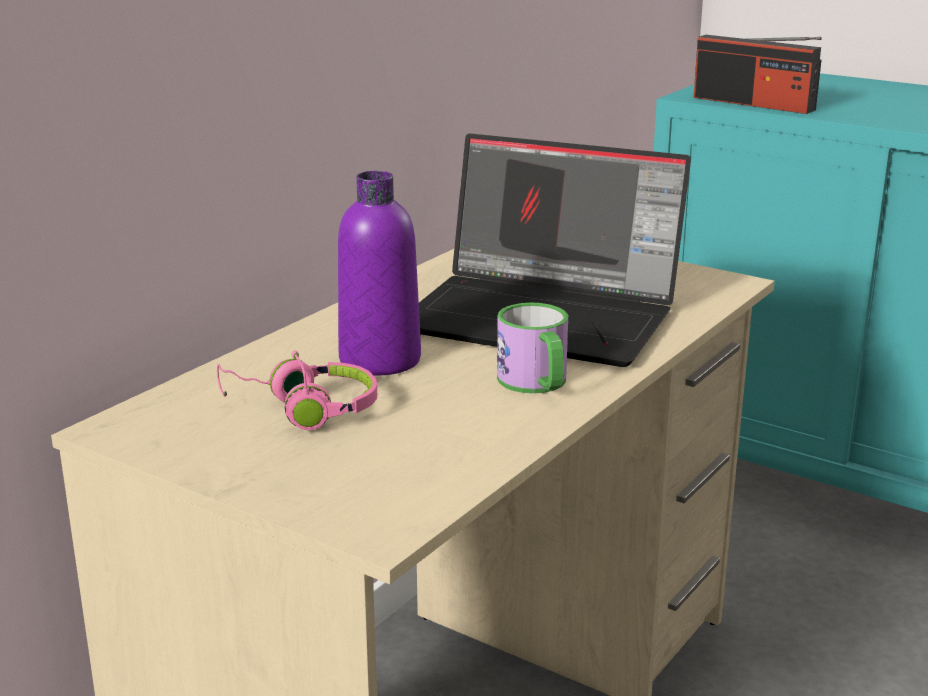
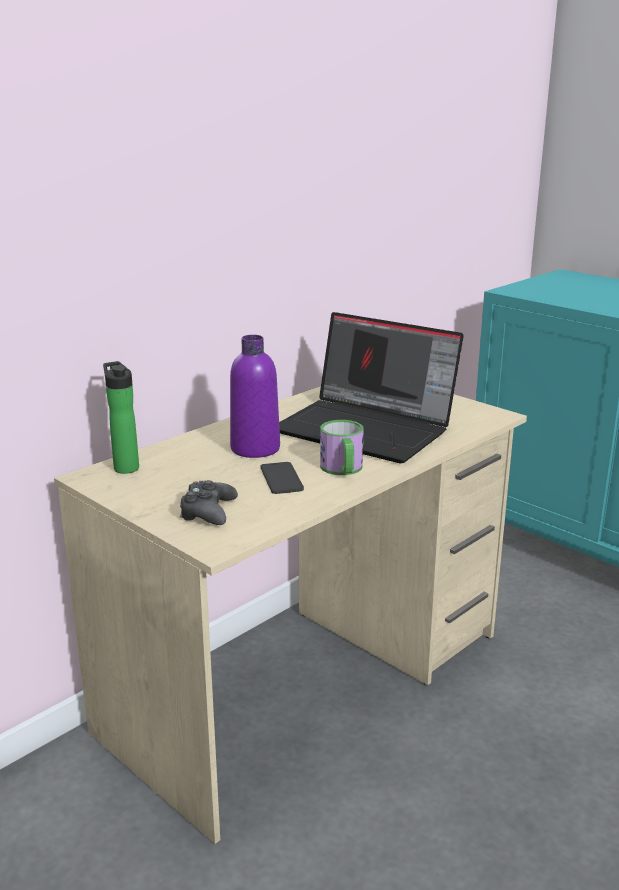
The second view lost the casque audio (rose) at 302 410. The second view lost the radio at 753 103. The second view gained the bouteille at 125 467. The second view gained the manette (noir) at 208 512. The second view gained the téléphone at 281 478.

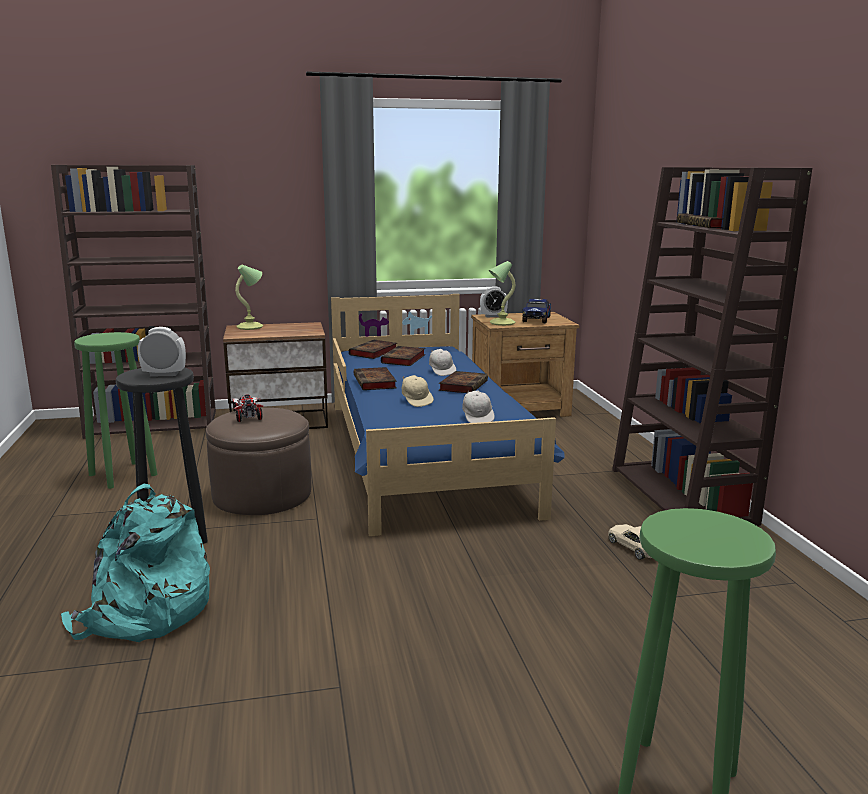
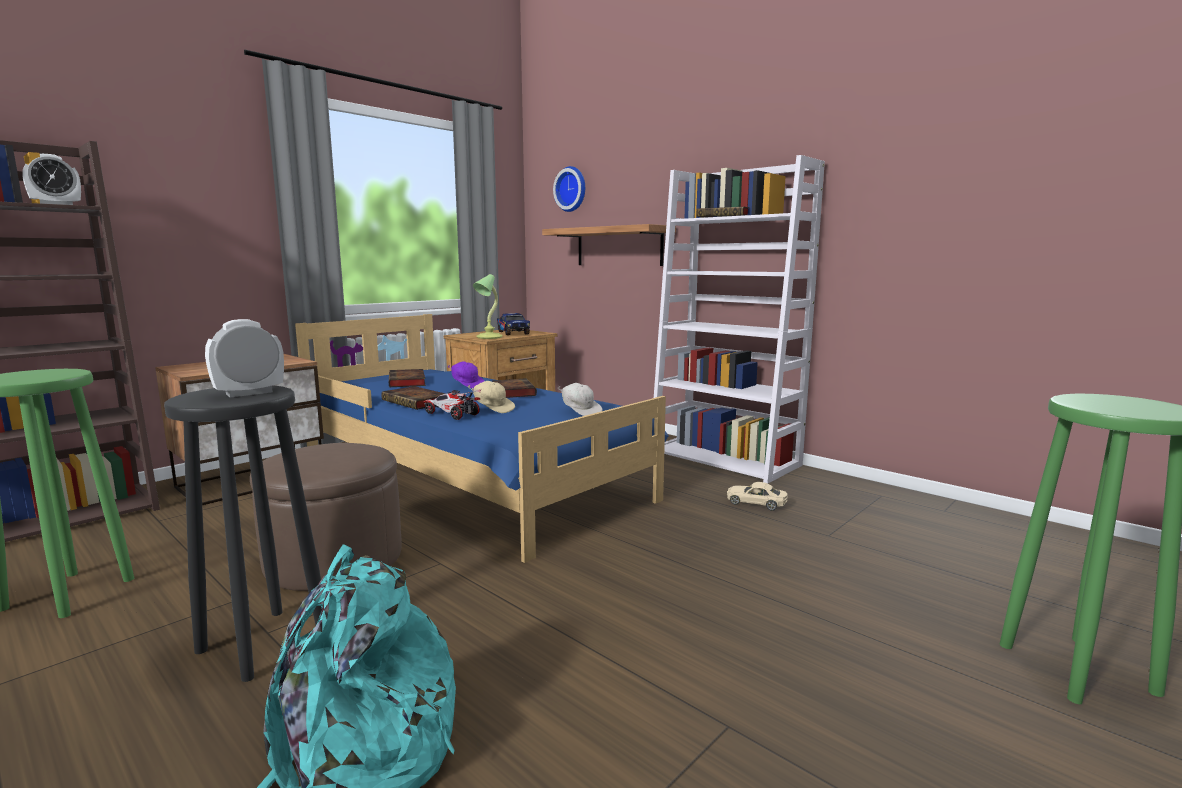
The second view lost the lampe de table at 251 327. The second view lost the livre at 373 352. The second view gained the étagère at 619 247. The second view gained the horloge murale at 572 189. The petite voiture ended up elsewhere, having gone from 247 415 to 451 414. The réveil ended up elsewhere, having gone from 493 316 to 56 205. What was the casquette (blanc) at 442 371 turned into the casquette (violet) at 467 385. What was the bibliothèque (marron) at 683 496 turned into the bibliothèque (blanc) at 725 459.

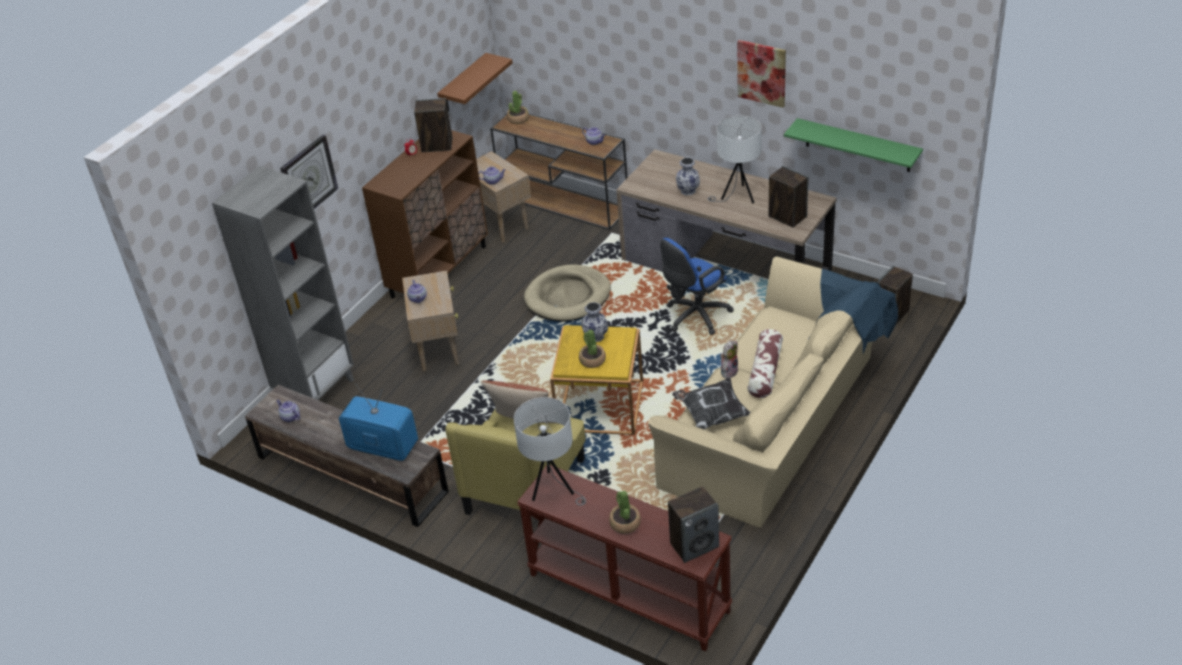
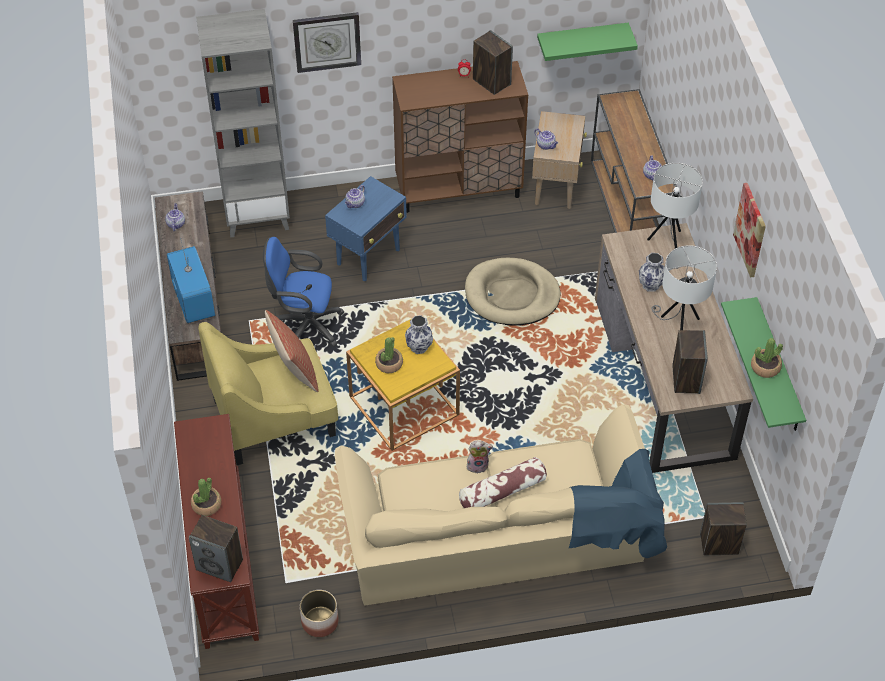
The second view lost the coussin at 712 414. The second view gained the cache-pot at 319 622. The plante en pot ended up elsewhere, having gone from 518 119 to 765 367. The lampe de table (blanc) ended up elsewhere, having gone from 553 490 to 668 244. The chaise de bureau (bleu) ended up elsewhere, having gone from 694 317 to 305 326. What was the table d'appoint (beige) at 438 350 turned into the table d'appoint (bleu) at 369 256. What was the étagère (marron) at 463 84 turned into the étagère (vert) at 582 39.

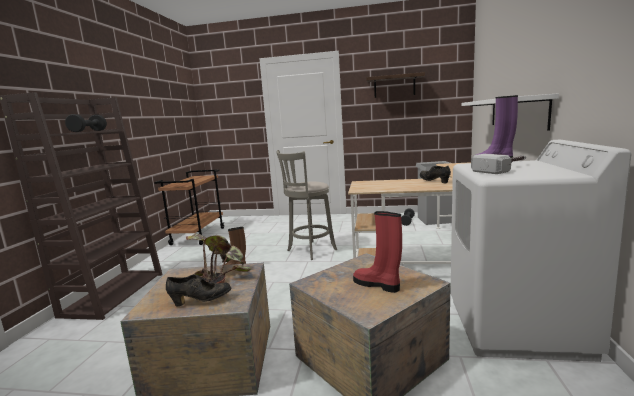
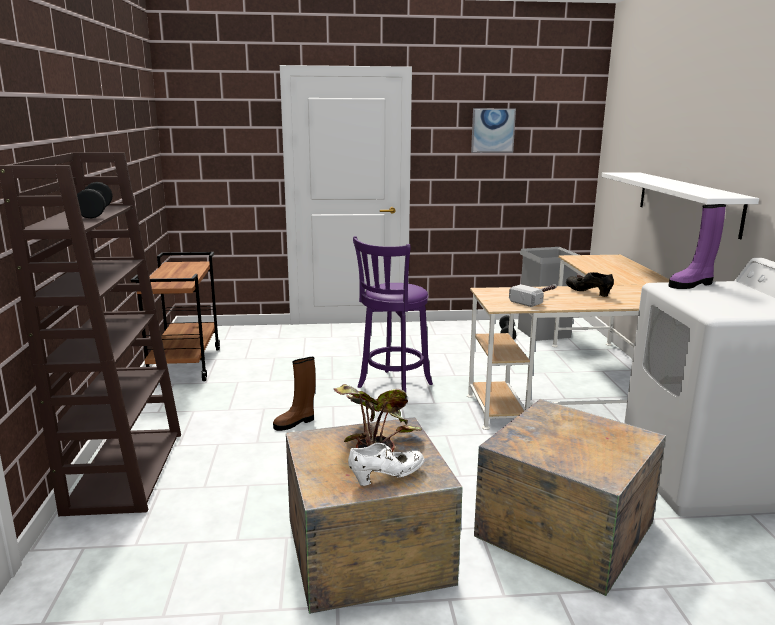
The second view lost the botte (rouge) at 377 285. The marteau ended up elsewhere, having gone from 504 169 to 537 298. Where the étagère hung at 394 86, the tableau came to hang at 492 130. What was the chaussure (noir) at 201 301 turned into the chaussure (blanc) at 387 477. What was the tabouret (gris) at 310 251 turned into the tabouret (violet) at 392 387.

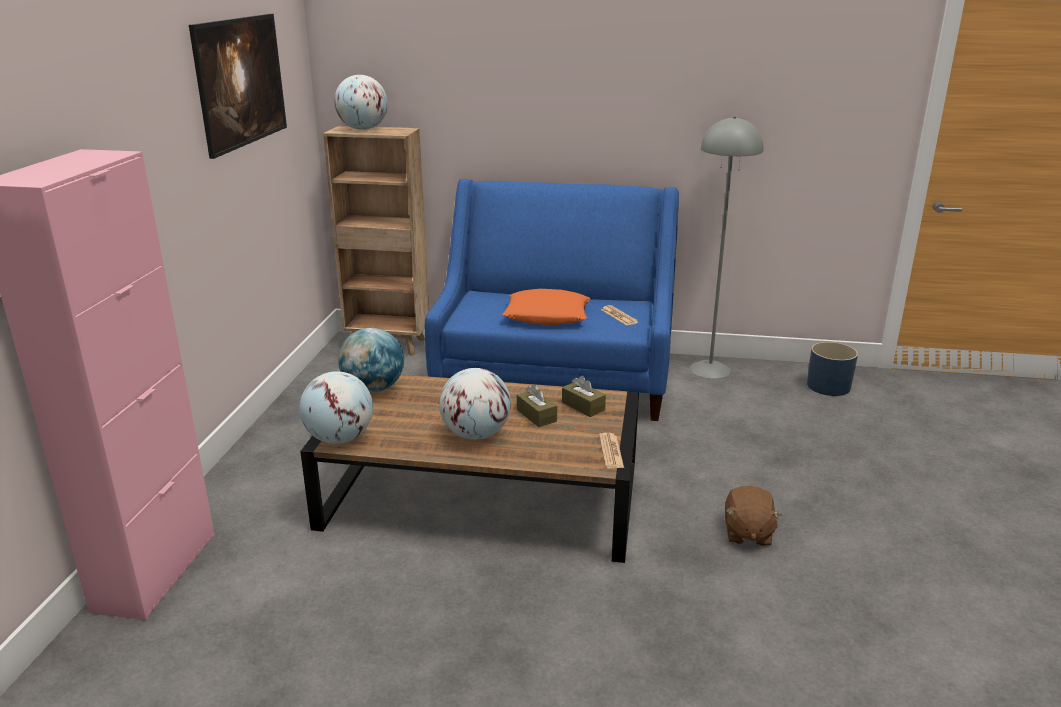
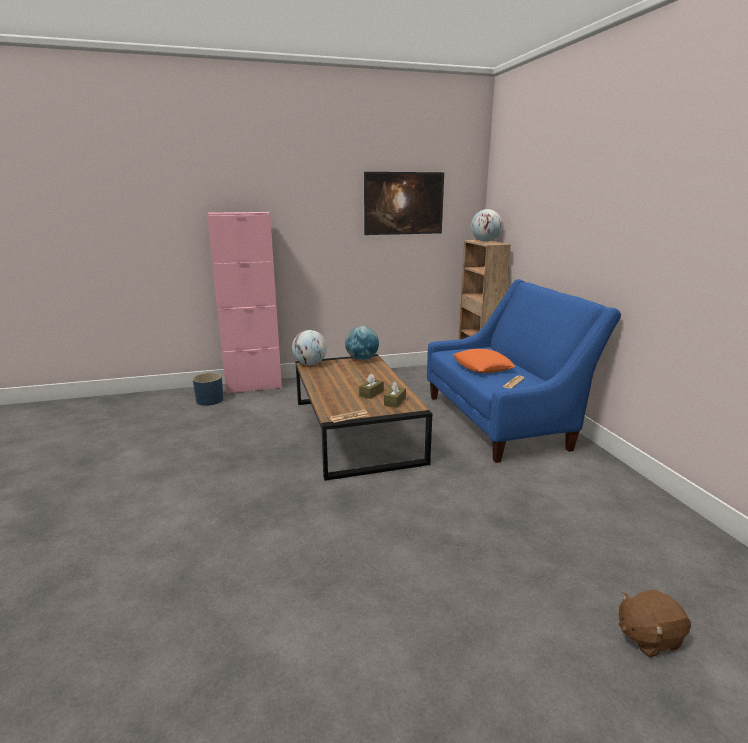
The second view lost the globe at 475 434. The second view lost the lampadaire (gris) at 710 369. The peluche (marron) ended up elsewhere, having gone from 747 533 to 647 637. The cache-pot (bleu) ended up elsewhere, having gone from 828 386 to 210 400.

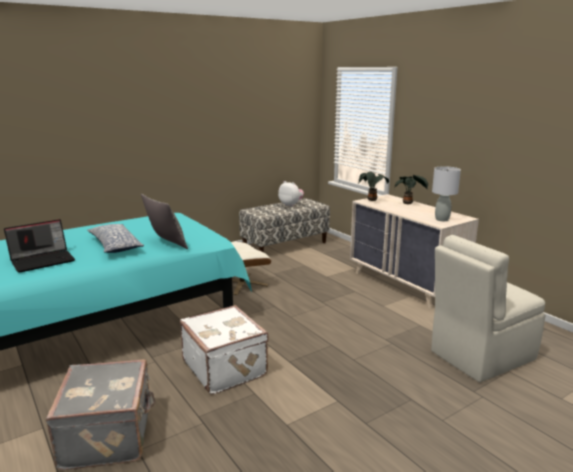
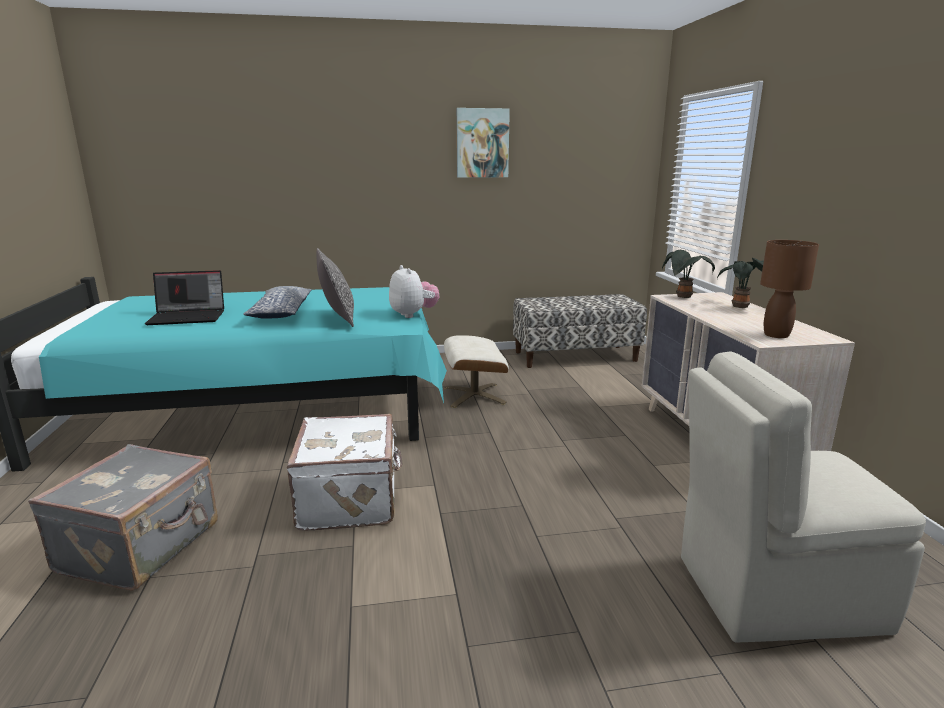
The second view gained the tableau at 482 143. The peluche ended up elsewhere, having gone from 291 205 to 413 315. What was the lampe de table (gris) at 442 219 turned into the lampe de table (marron) at 776 335.

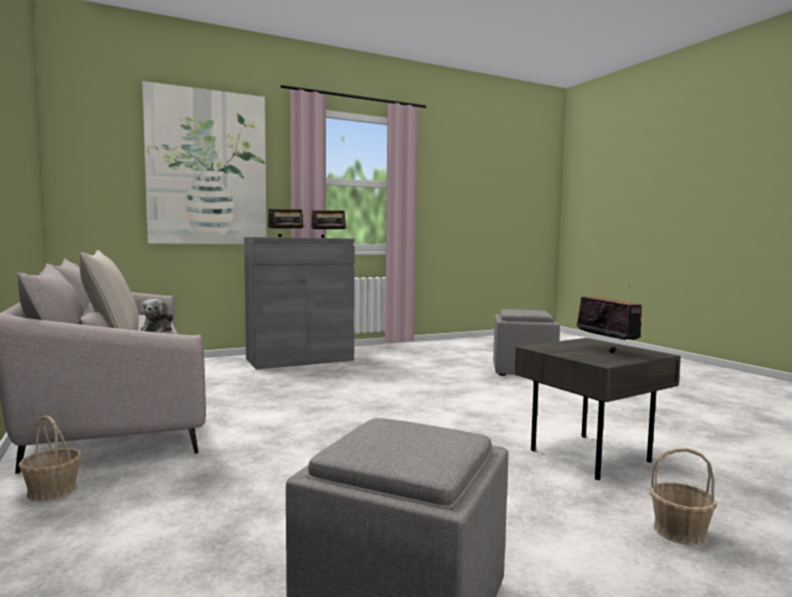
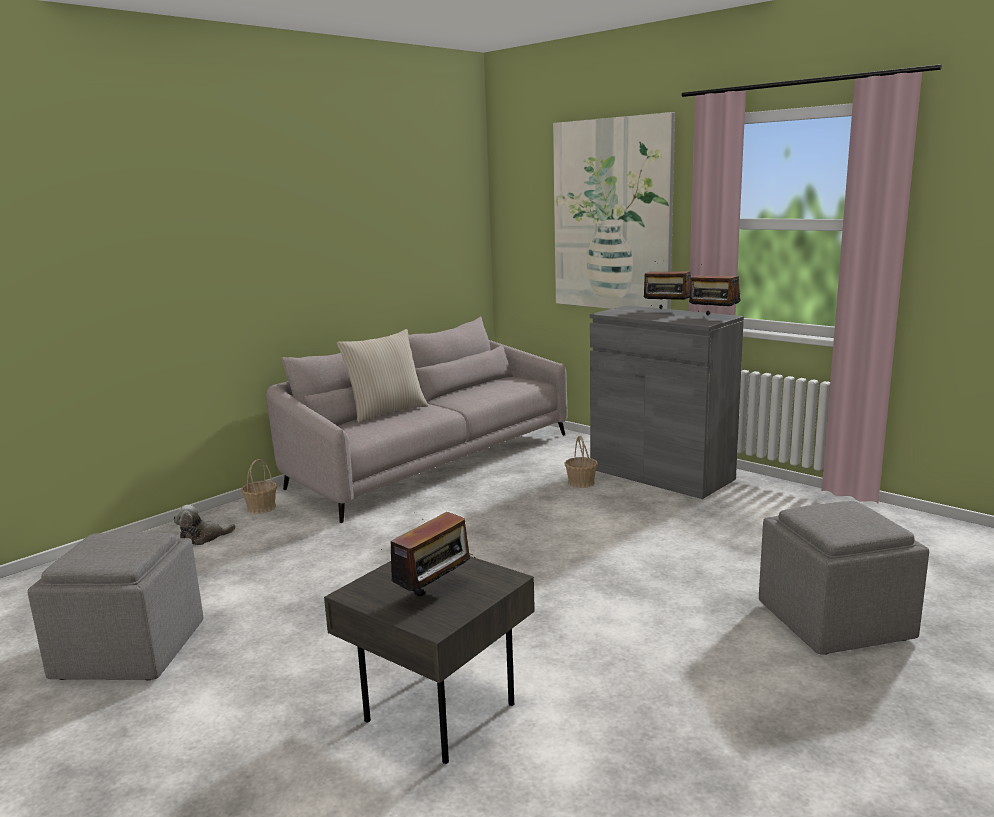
The peluche ended up elsewhere, having gone from 157 330 to 202 538. The panier ended up elsewhere, having gone from 680 532 to 581 483.

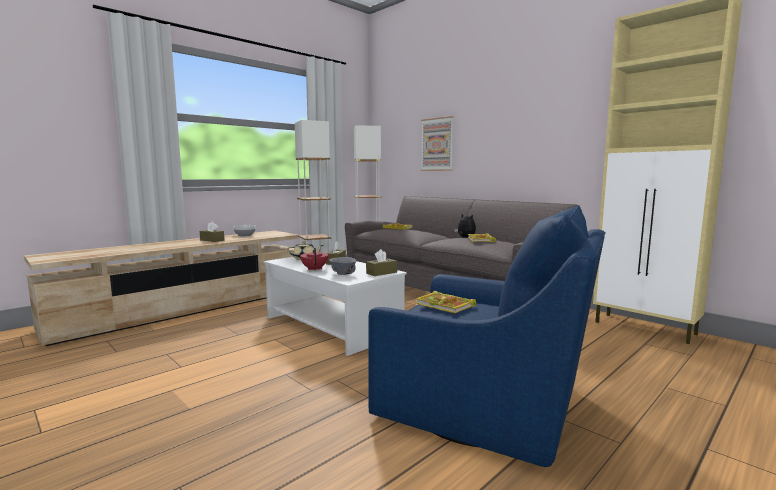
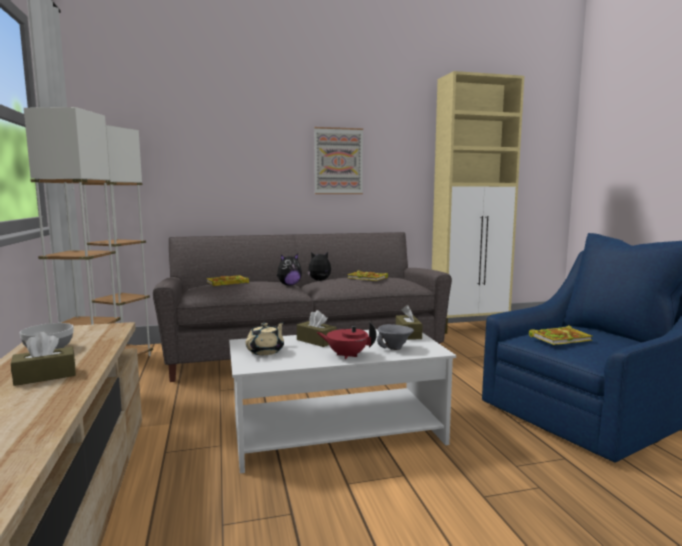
The second view gained the peluche at 289 285. The tableau ended up elsewhere, having gone from 437 144 to 338 161.

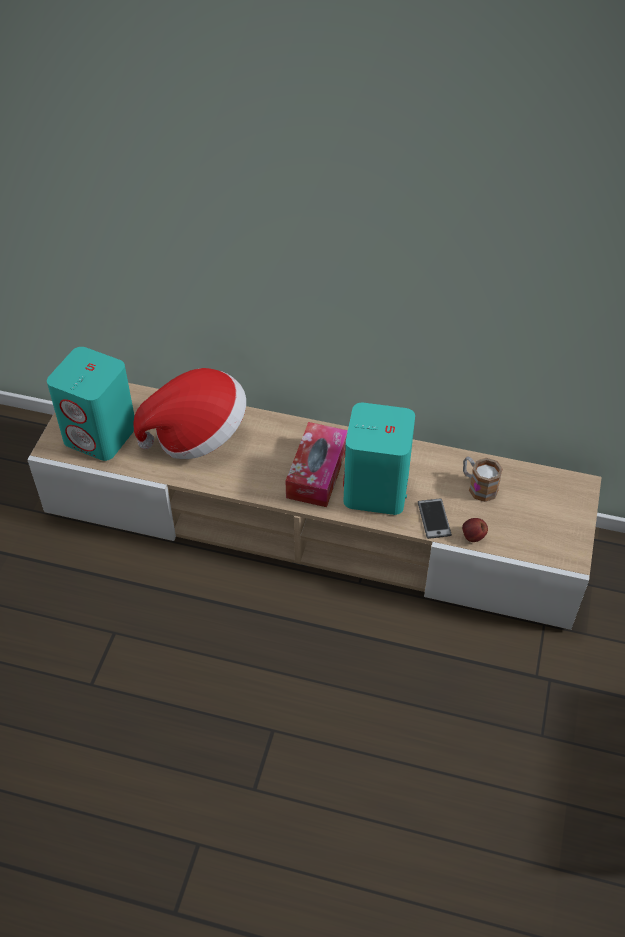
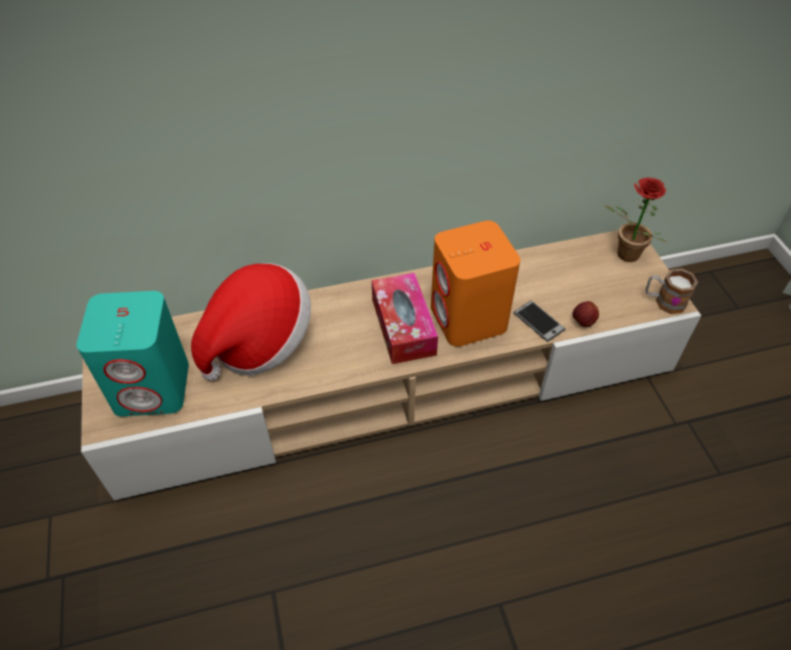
The second view gained the plante en pot at 623 255. The mug ended up elsewhere, having gone from 478 486 to 664 301. What was the enceinte (turquoise) at 376 490 turned into the enceinte (orange) at 468 318.

